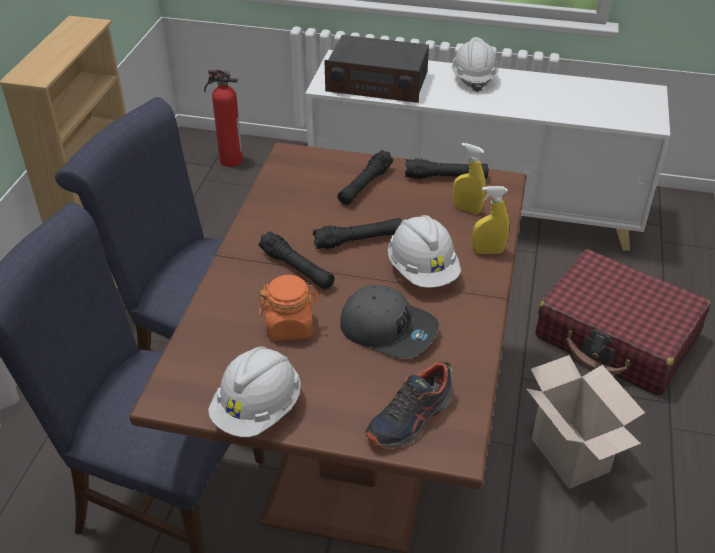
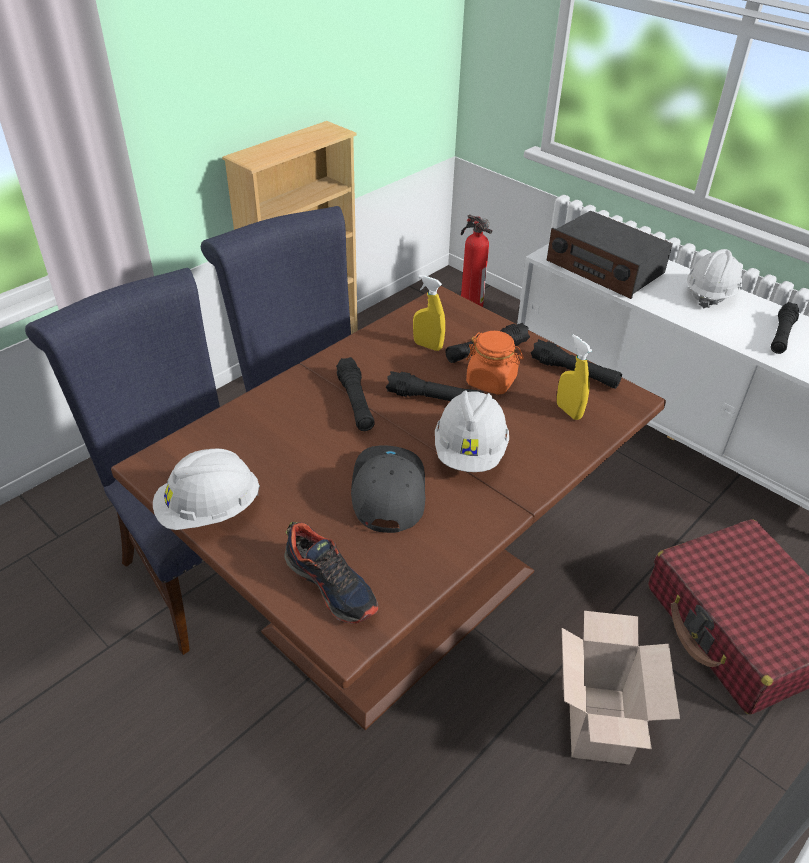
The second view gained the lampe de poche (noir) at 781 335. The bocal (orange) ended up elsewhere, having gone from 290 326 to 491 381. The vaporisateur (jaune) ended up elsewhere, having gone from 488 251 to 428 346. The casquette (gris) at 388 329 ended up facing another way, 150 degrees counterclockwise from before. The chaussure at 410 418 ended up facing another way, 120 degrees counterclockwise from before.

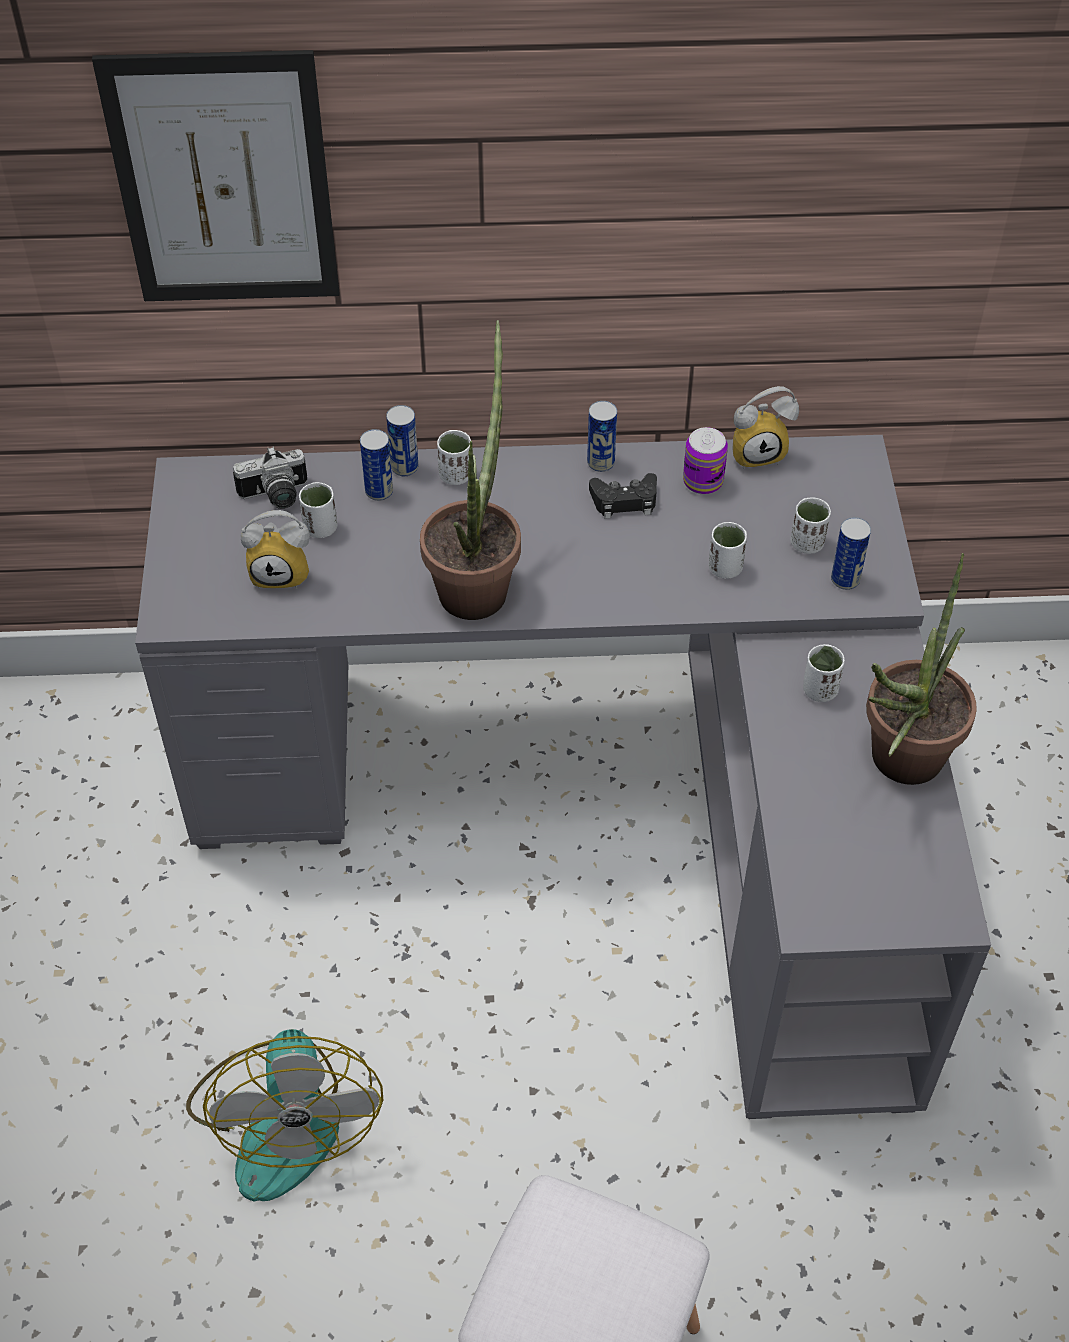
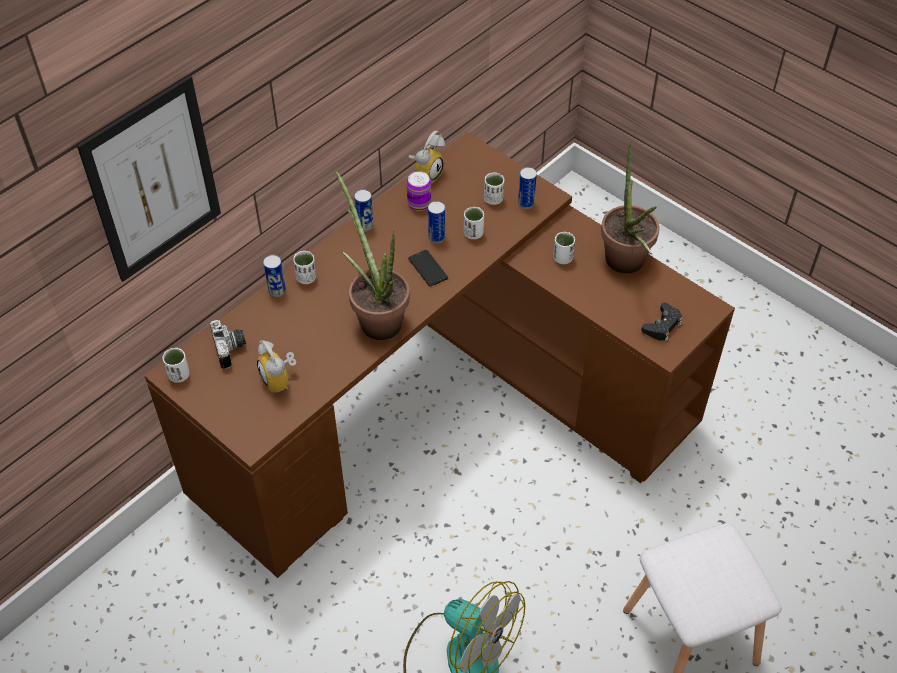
The second view gained the téléphone at 428 268. The tasse (blanc) ended up elsewhere, having gone from 320 528 to 179 375. The boîte métallique ended up elsewhere, having gone from 379 491 to 436 237. The manette (noir) ended up elsewhere, having gone from 624 501 to 662 326. What was the bureau (gris) at 599 807 turned into the bureau (marron) at 439 408. The appareil photo at 276 496 ended up facing another way, 45 degrees counterclockwise from before. The réveil at 283 572 ended up facing another way, 105 degrees clockwise from before.

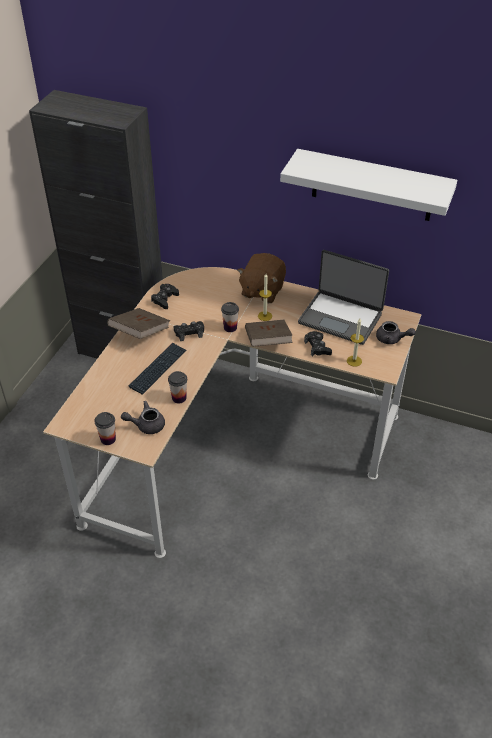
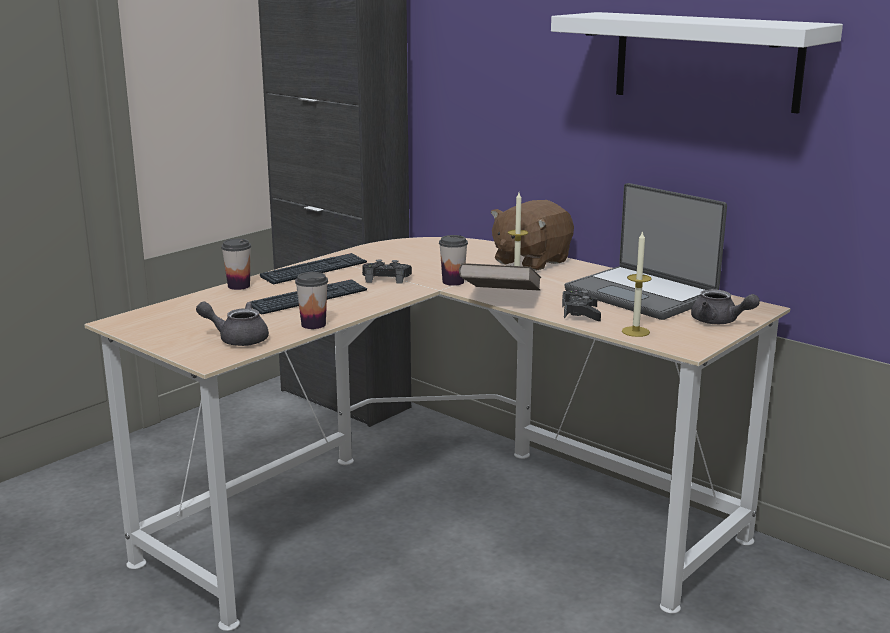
The second view lost the manette (noir) at 165 299. The tasse ended up elsewhere, having gone from 108 439 to 239 286. Where the livre (marron) stood at 140 333, the clavier came to stand at 314 270.

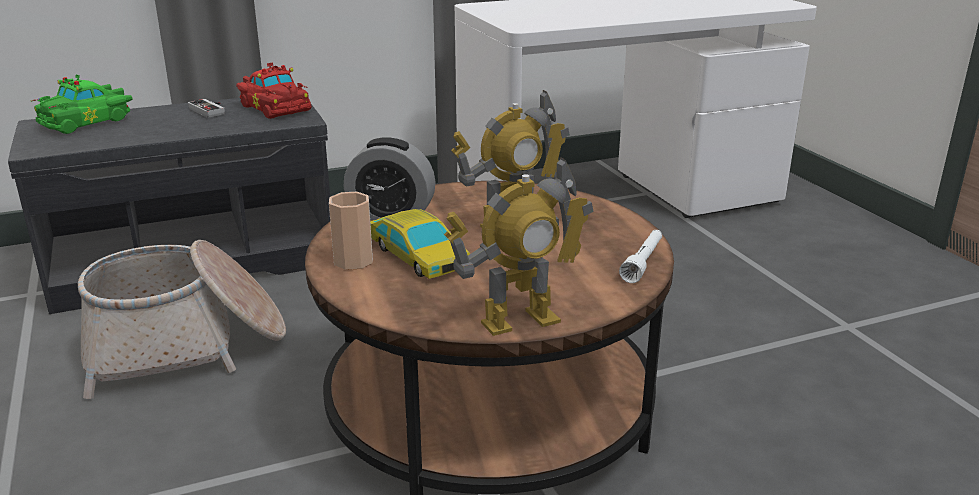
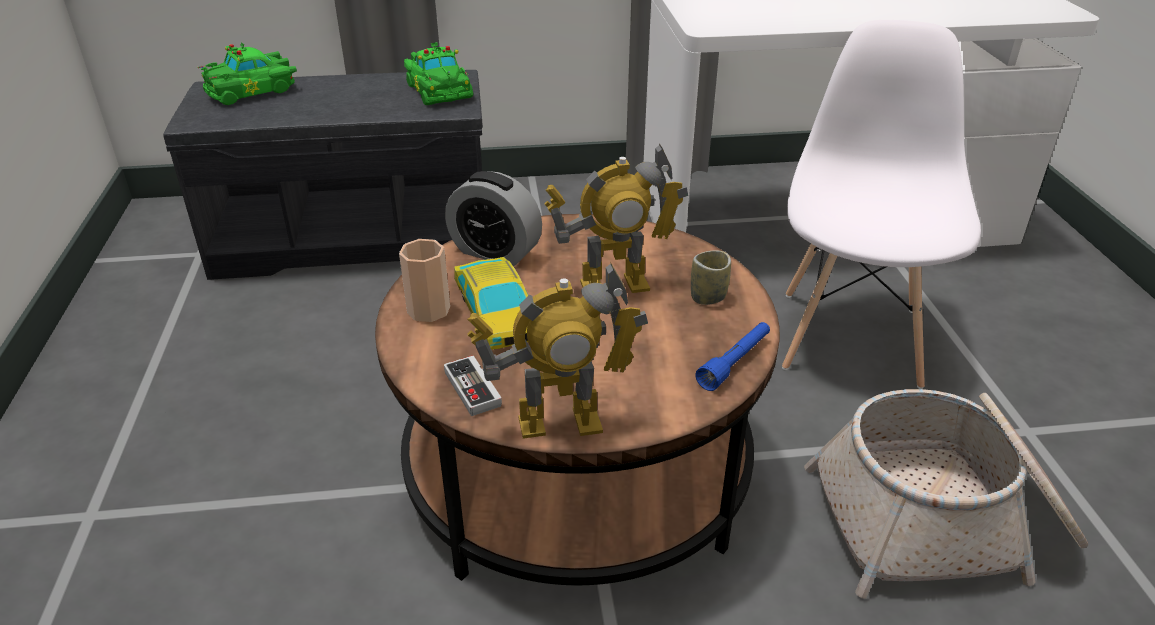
The second view gained the tasse at 708 297. The second view gained the chaise (blanc) at 850 336. The panier ended up elsewhere, having gone from 186 346 to 941 521. The manette ended up elsewhere, having gone from 211 110 to 480 387. What was the petite voiture (rouge) at 275 107 turned into the petite voiture (vert) at 439 90. What was the lampe de poche (blanc) at 643 263 turned into the lampe de poche (bleu) at 735 362.

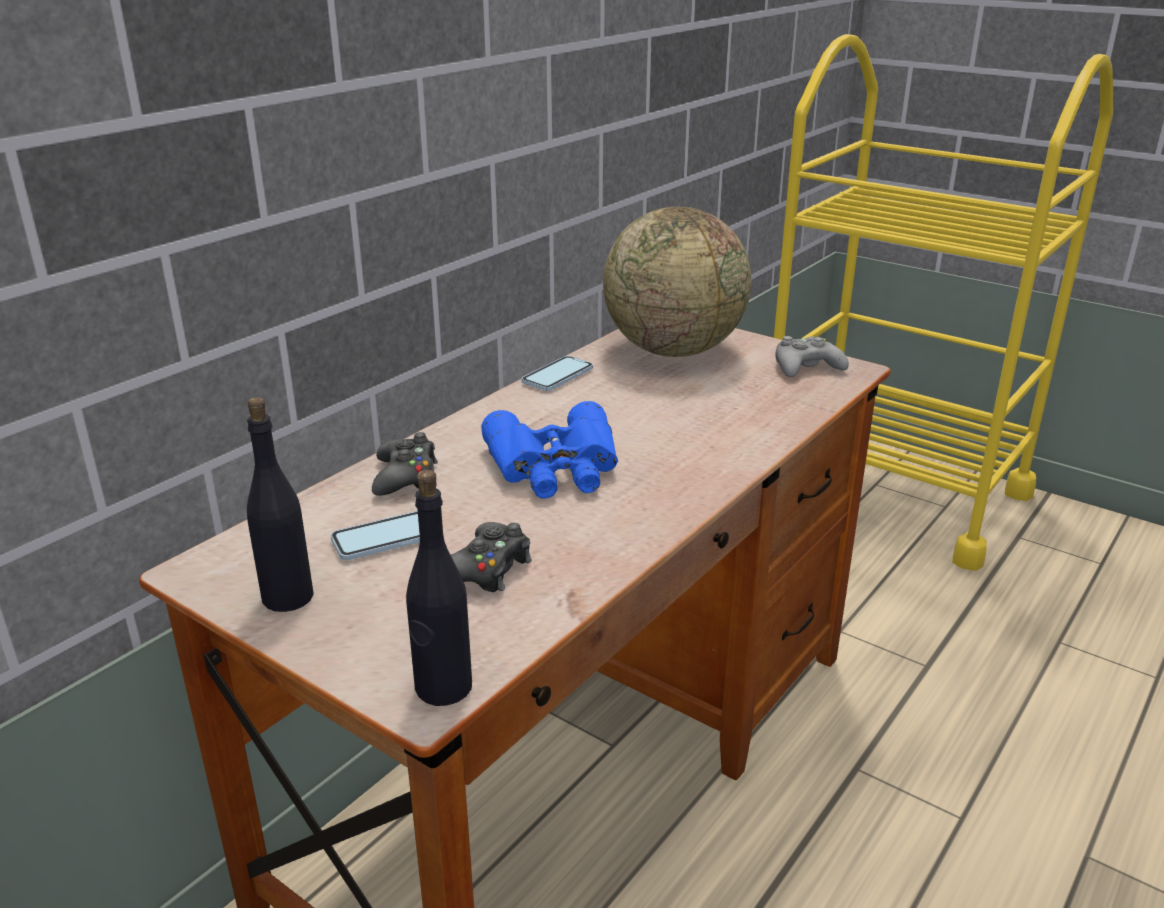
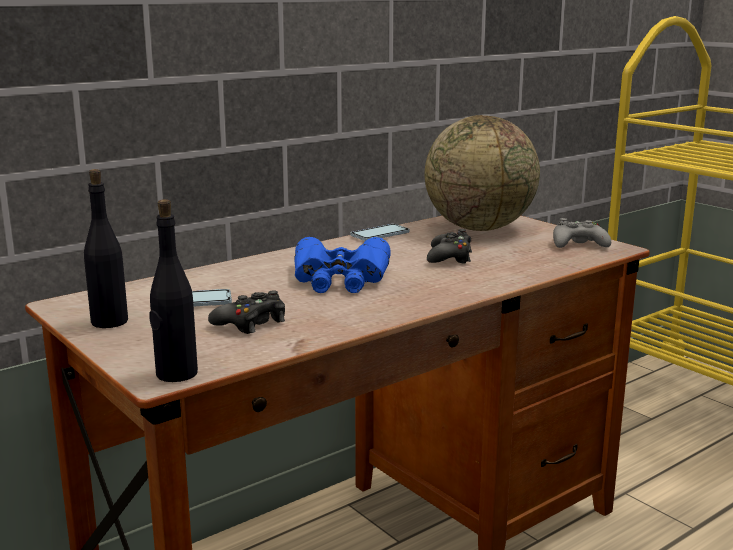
The manette (noir) ended up elsewhere, having gone from 406 477 to 449 257.

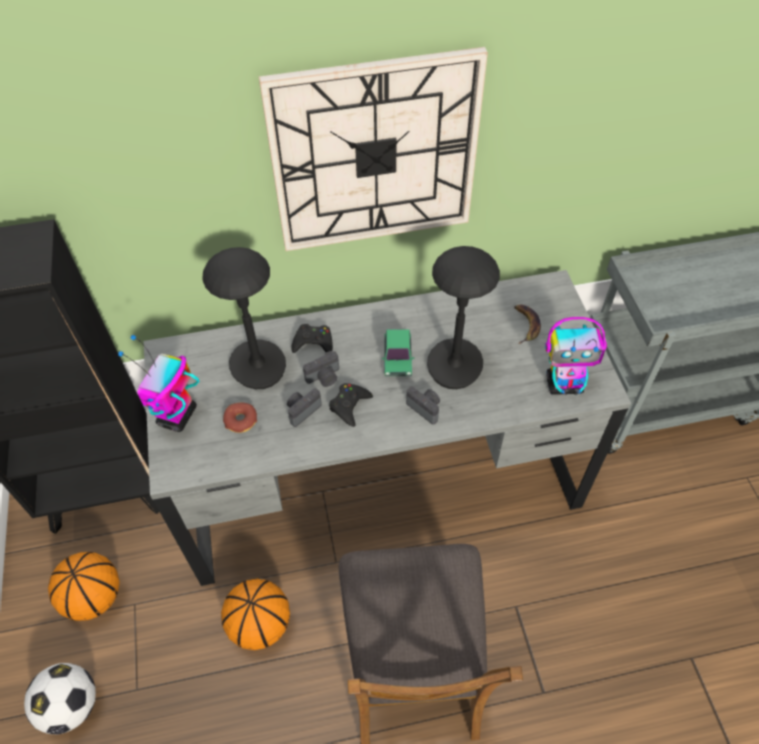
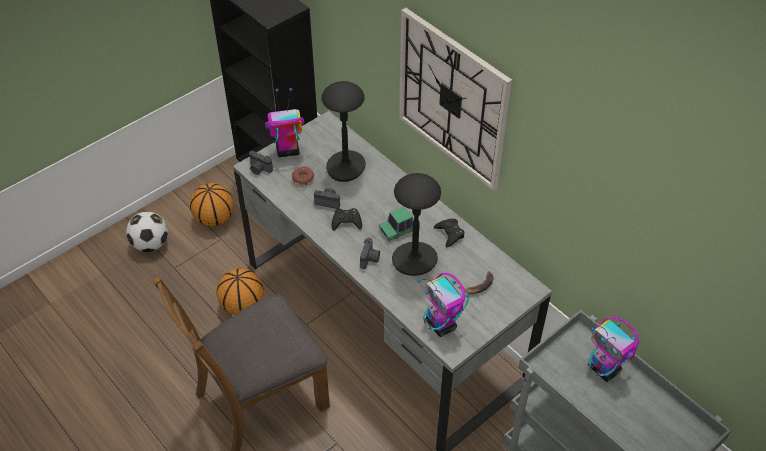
The second view gained the robot jouet at 604 369. The manette (noir) ended up elsewhere, having gone from 313 343 to 450 234. The appareil photo ended up elsewhere, having gone from 324 378 to 259 169.

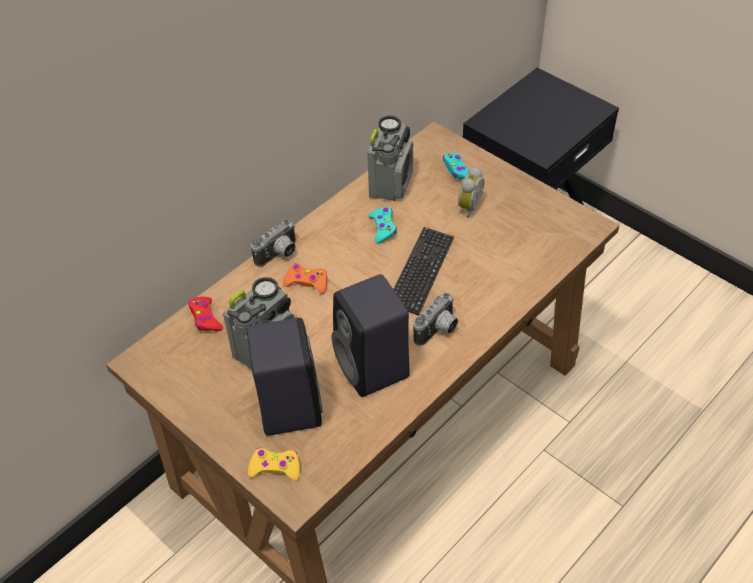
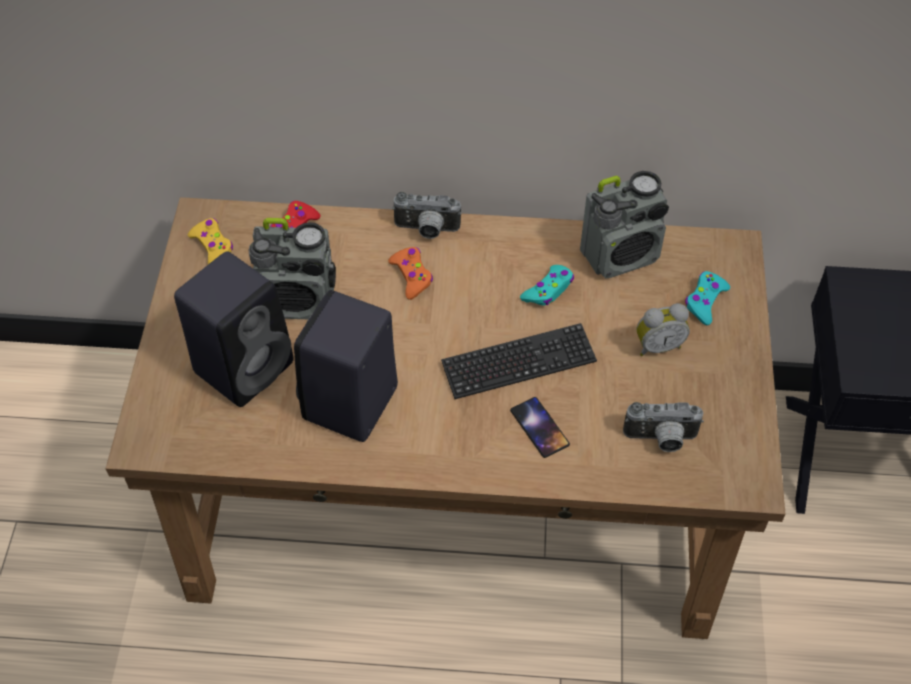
The second view gained the téléphone at 539 427. The manette (jaune) ended up elsewhere, having gone from 275 468 to 212 247. The appareil photo ended up elsewhere, having gone from 438 331 to 661 440.

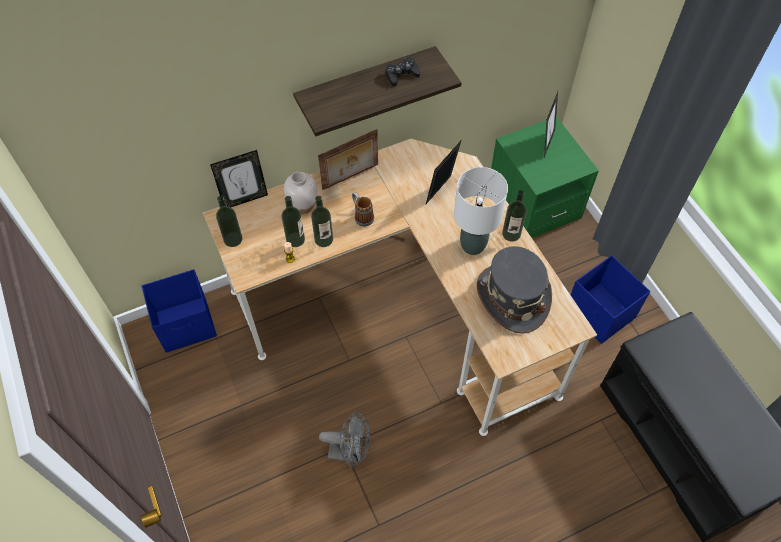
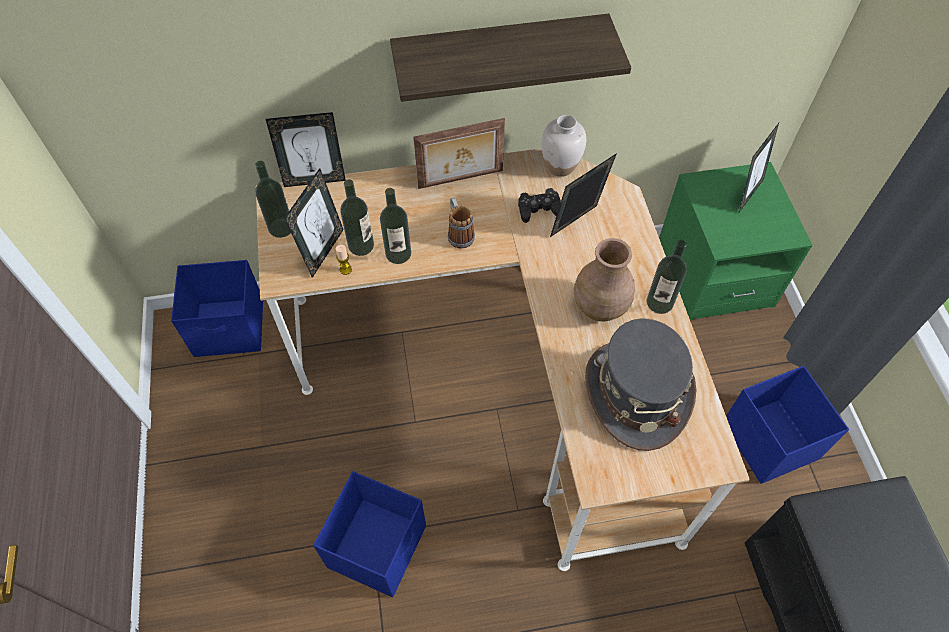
The second view gained the cadre photo at 323 251. The vase (blanc) ended up elsewhere, having gone from 303 206 to 560 167. The manette (noir) ended up elsewhere, having gone from 401 74 to 538 209. Where the ventilateur (gris) stood at 350 452, the boîte de rangement (bleu) came to stand at 378 546. Where the lampe de table (blanc) stood at 473 246, the vase (marron) came to stand at 600 307.

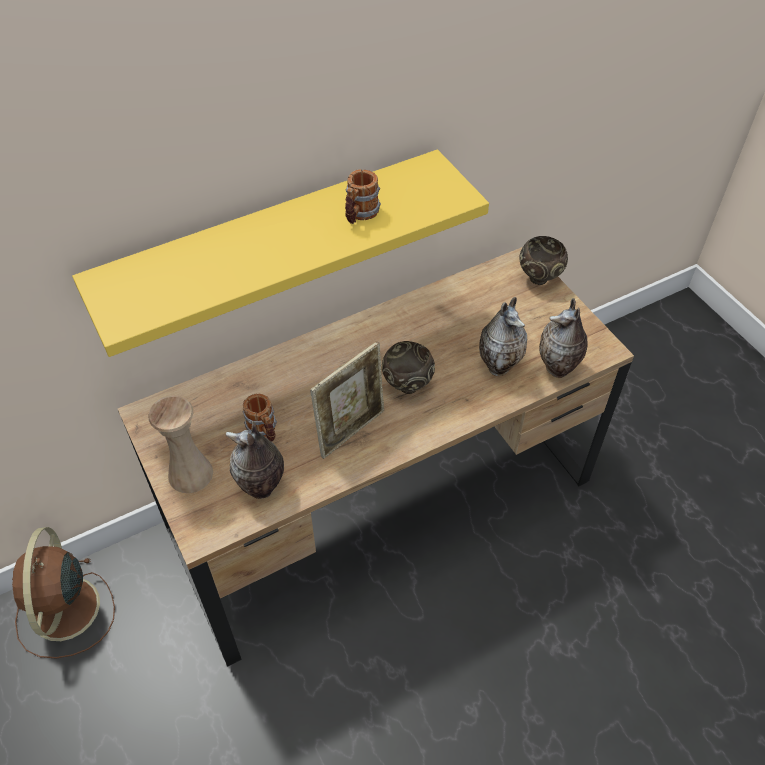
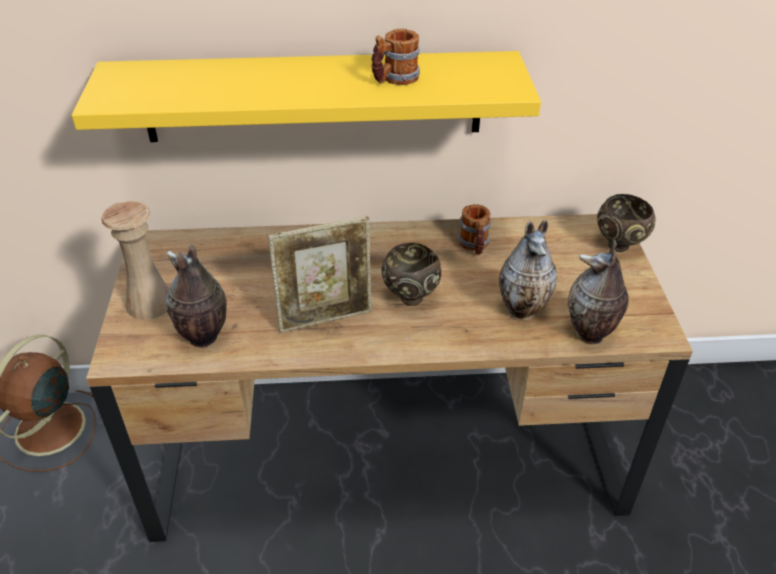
The mug ended up elsewhere, having gone from 264 430 to 474 246.

